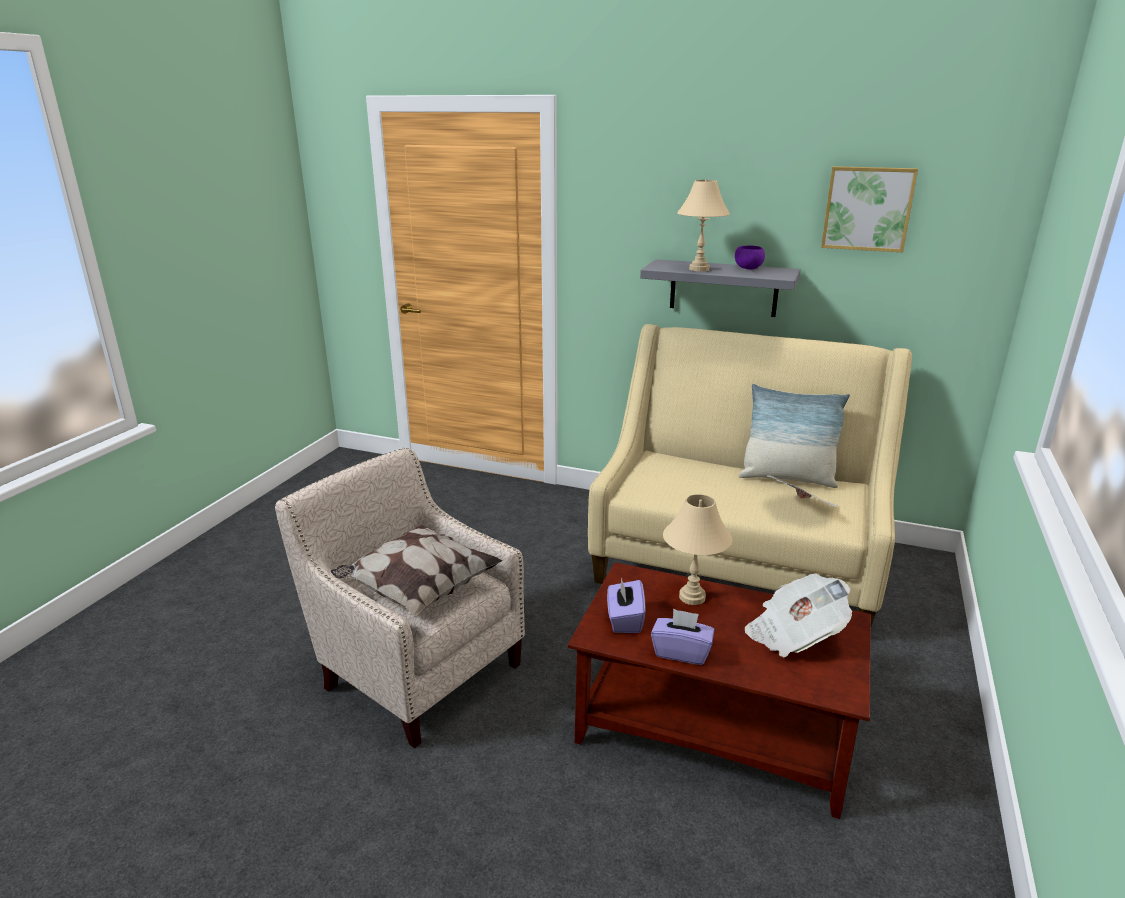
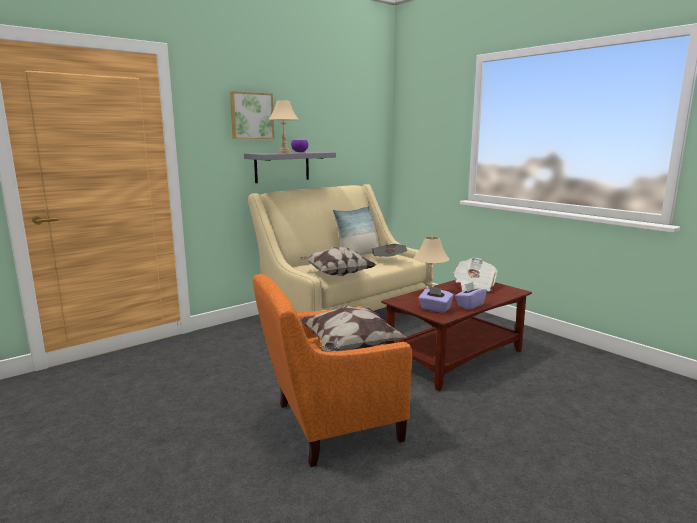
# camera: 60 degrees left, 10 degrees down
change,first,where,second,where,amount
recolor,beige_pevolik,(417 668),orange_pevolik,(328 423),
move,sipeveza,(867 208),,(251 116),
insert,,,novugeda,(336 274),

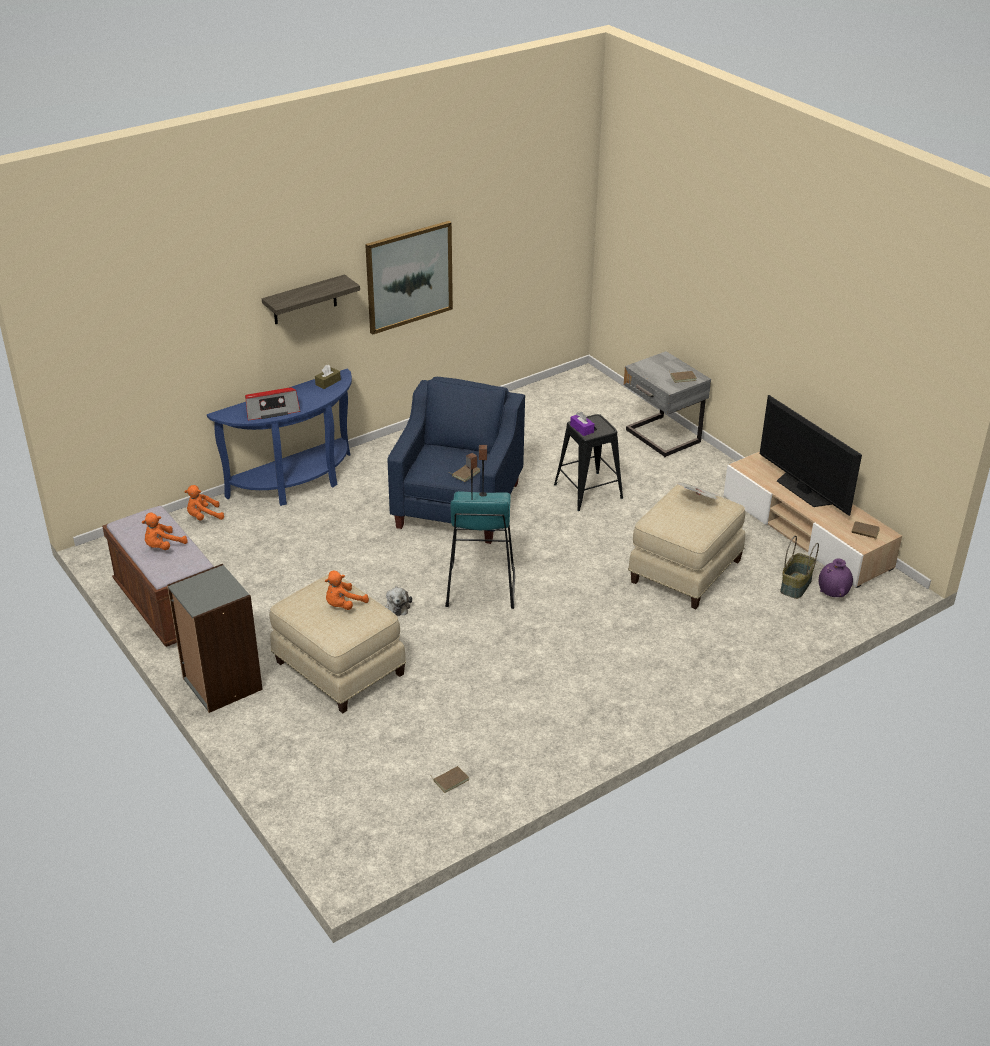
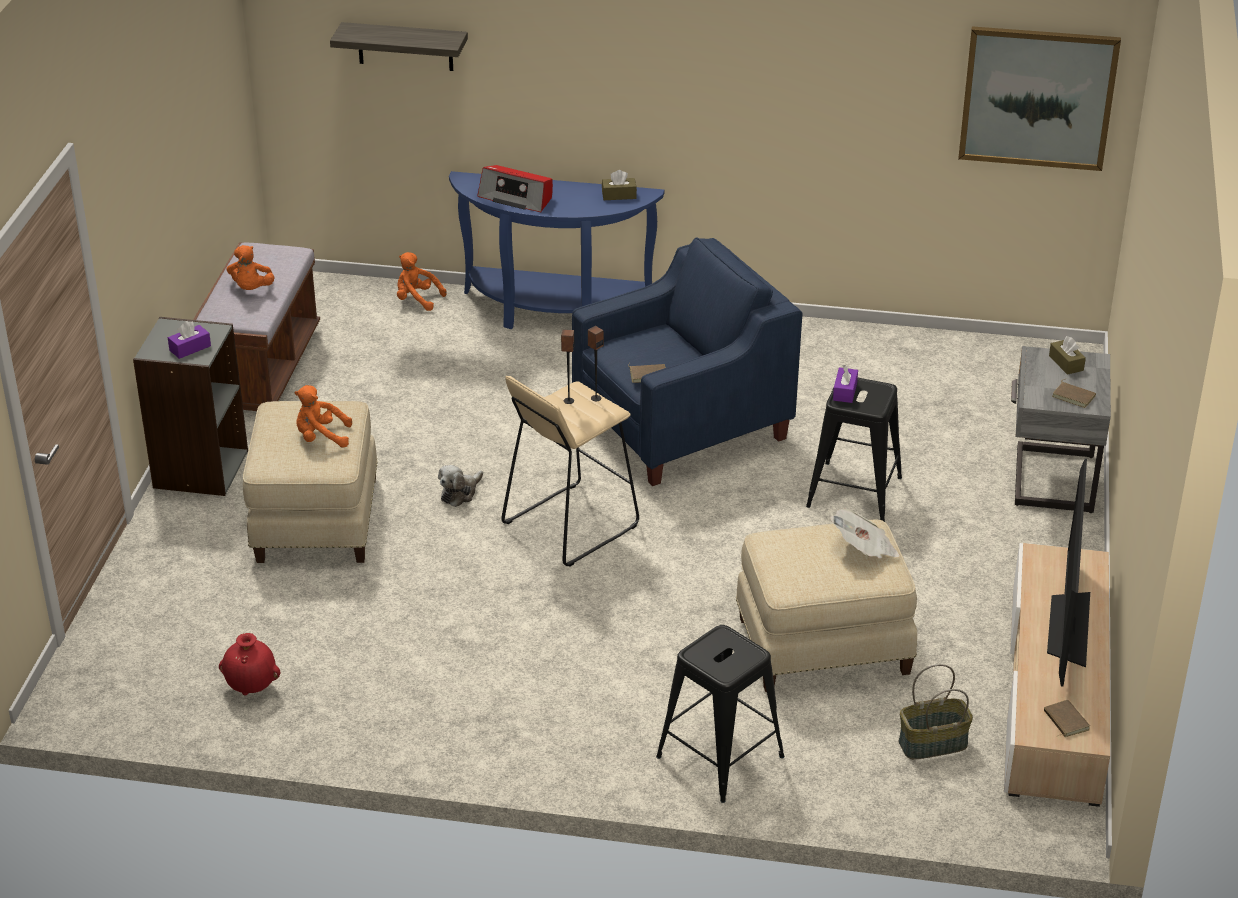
# camera: 45 degrees right, 0 degrees up
change,first,where,second,where,amount
rotate,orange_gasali,(163 546),,(251 289),90 degrees counterclockwise
move,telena,(304 300),,(405 46),
move,sipeveza,(409 277),,(1037 98),
replace,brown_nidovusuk,(450 780),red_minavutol,(252 688),
recolor,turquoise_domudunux,(480 587),beige_domudunux,(569 525),
delete,purple_minavutol,(832 594),,,
insert,,,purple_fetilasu,(190 348),
insert,,,black_domudunux,(720 756),
insert,,,brown_fetilasu,(1066 363),

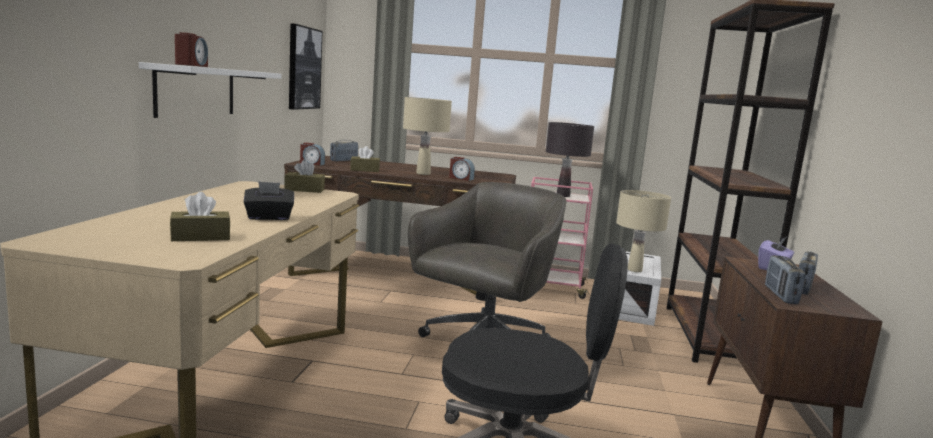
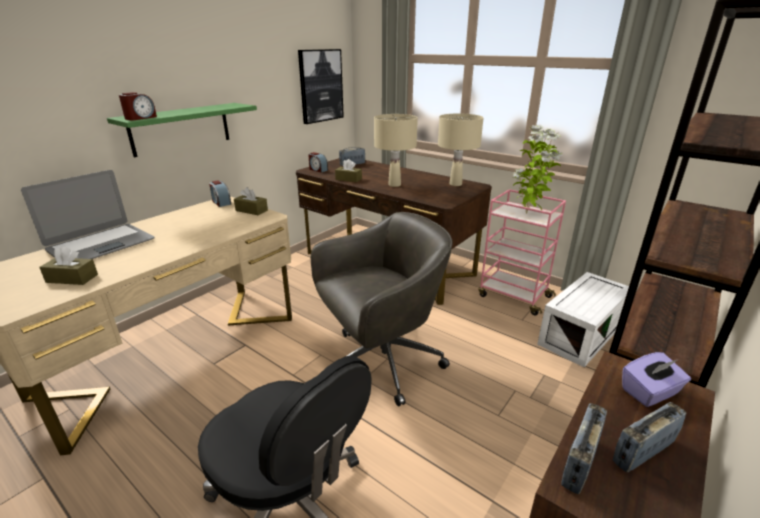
# camera: 30 degrees right, 15 degrees up
change,first,where,second,where,amount
recolor,white_telena,(196 91),green_telena,(181 128),
delete,black_fetilasu,(269 217),,,
move,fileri,(461 178),,(221 202),
replace,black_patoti,(563 195),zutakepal,(528 213),
move,beige_patoti,(634 270),,(455 184),
insert,,,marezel,(101 245),

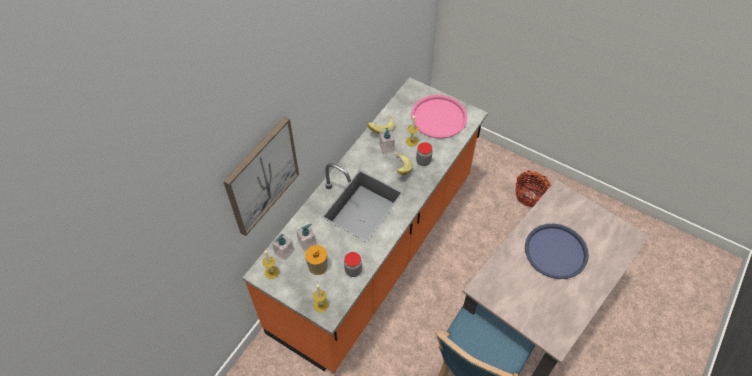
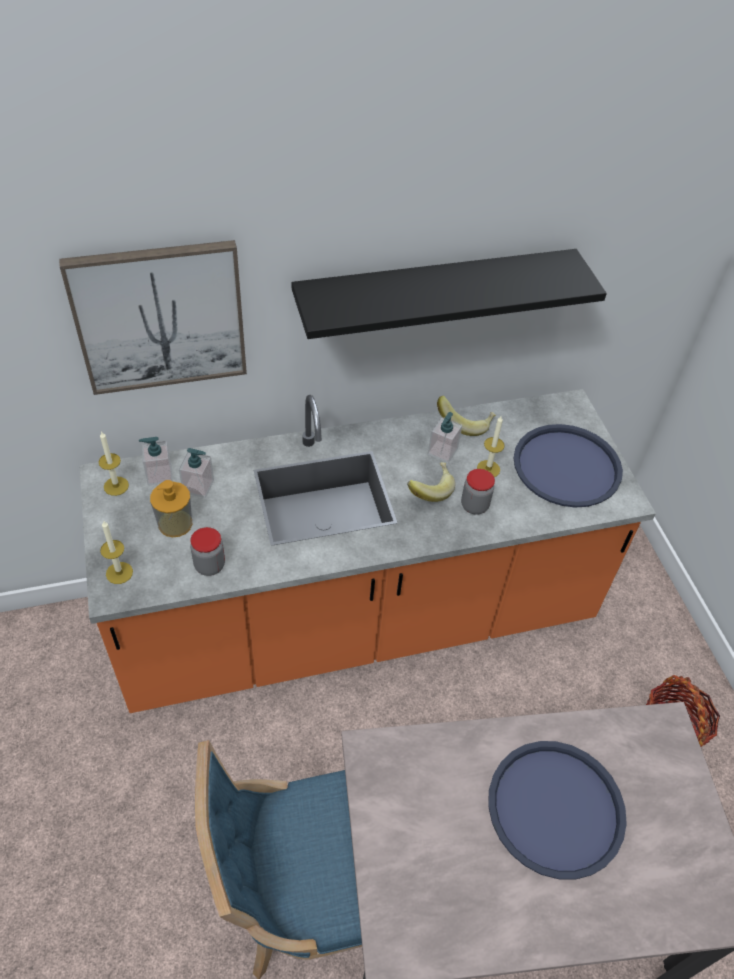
# camera: 40 degrees right, 5 degrees down
change,first,where,second,where,amount
recolor,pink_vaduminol,(439 117),blue_vaduminol,(567 467),
insert,,,black_telena,(434 293),

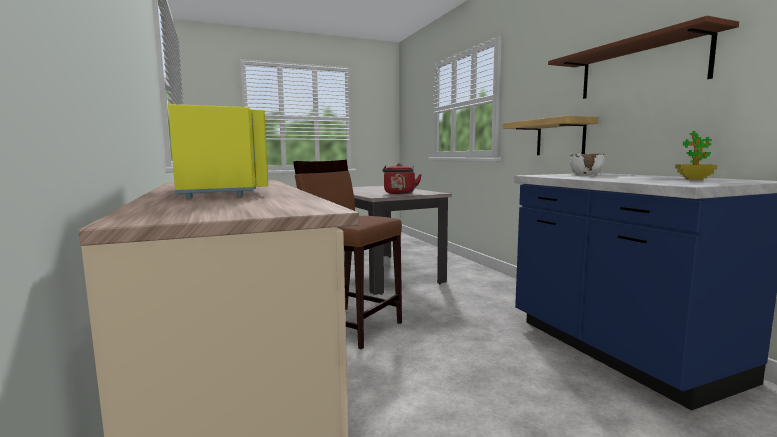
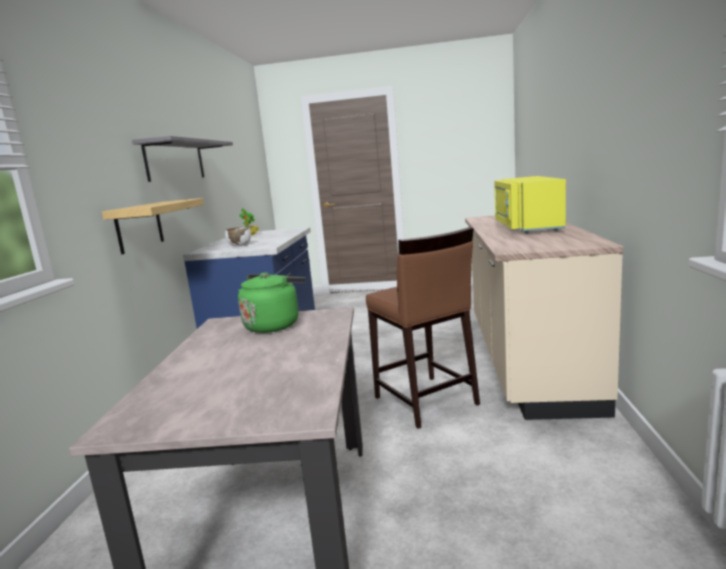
# camera: 150 degrees left, 5 degrees up
change,first,where,second,where,amount
recolor,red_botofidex,(399 193),green_botofidex,(274 325),
recolor,brown_telena,(640 68),grey_telena,(175 161),

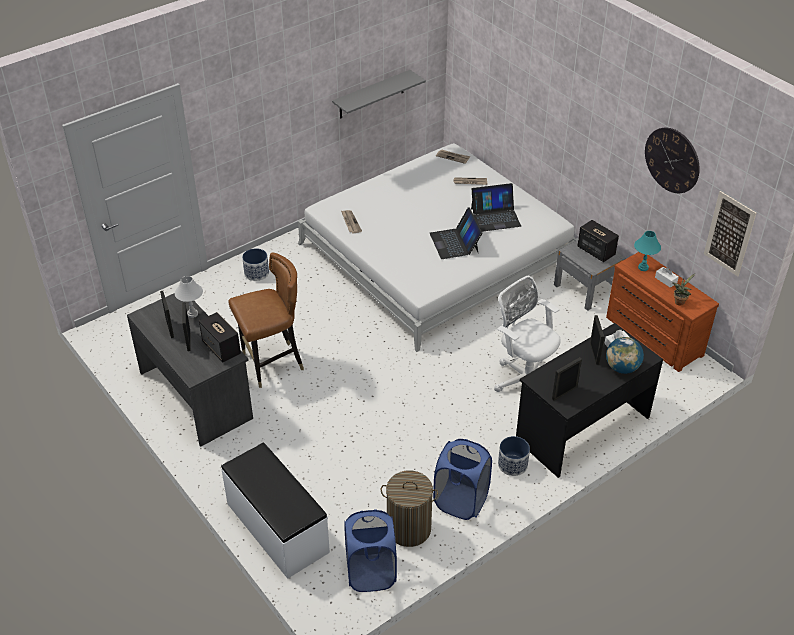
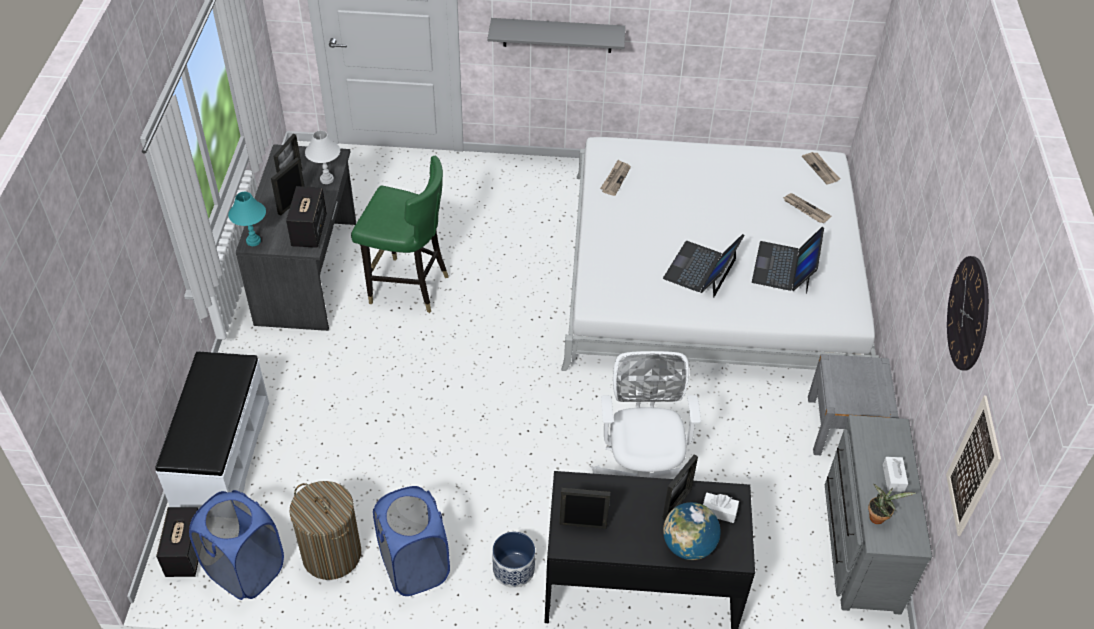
# camera: 40 degrees right, 5 degrees up
change,first,where,second,where,amount
recolor,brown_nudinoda,(272 364),green_nudinoda,(408 287),
delete,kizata,(256 273),,,
move,grey_telena,(371 95),,(557 35),
rotate,marezel,(495 217),,(784 267),75 degrees clockwise
move,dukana,(595 251),,(185 552),
recolor,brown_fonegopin,(652 337),grey_fonegopin,(858 543),
move,turquoise_patoti,(643 267),,(253 241),

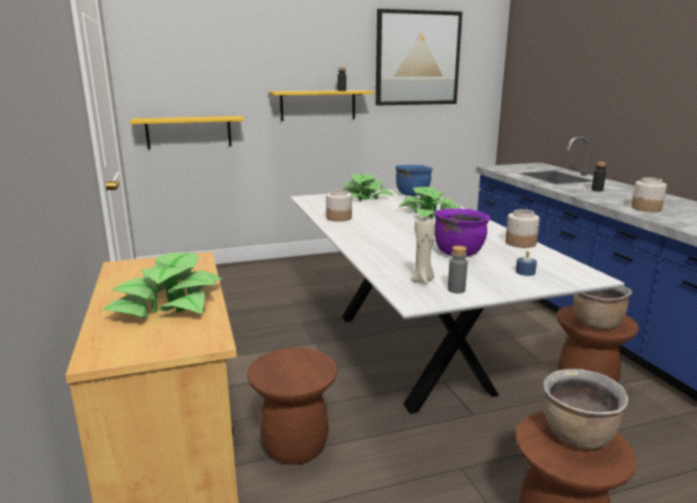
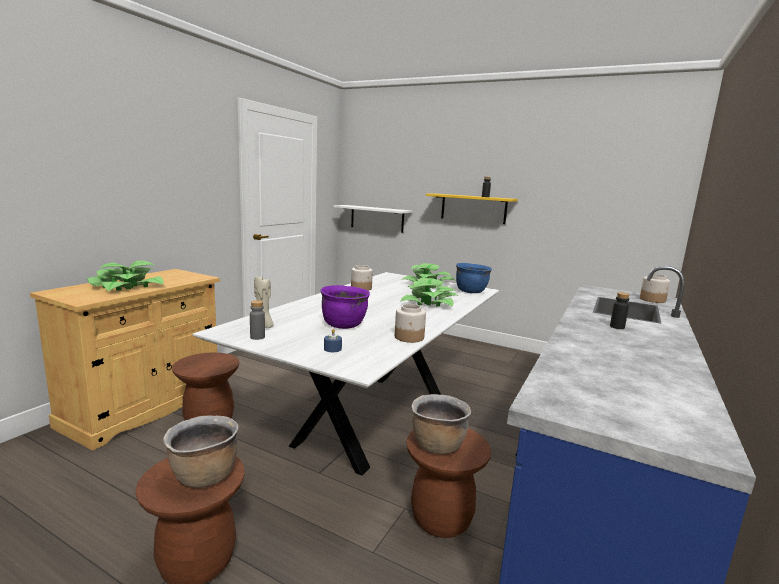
# camera: 45 degrees right, 5 degrees down
change,first,where,second,where,amount
recolor,yellow_telena,(189 132),white_telena,(377 218),
delete,sipeveza,(417 58),,,
move,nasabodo,(646 208),,(652 300),

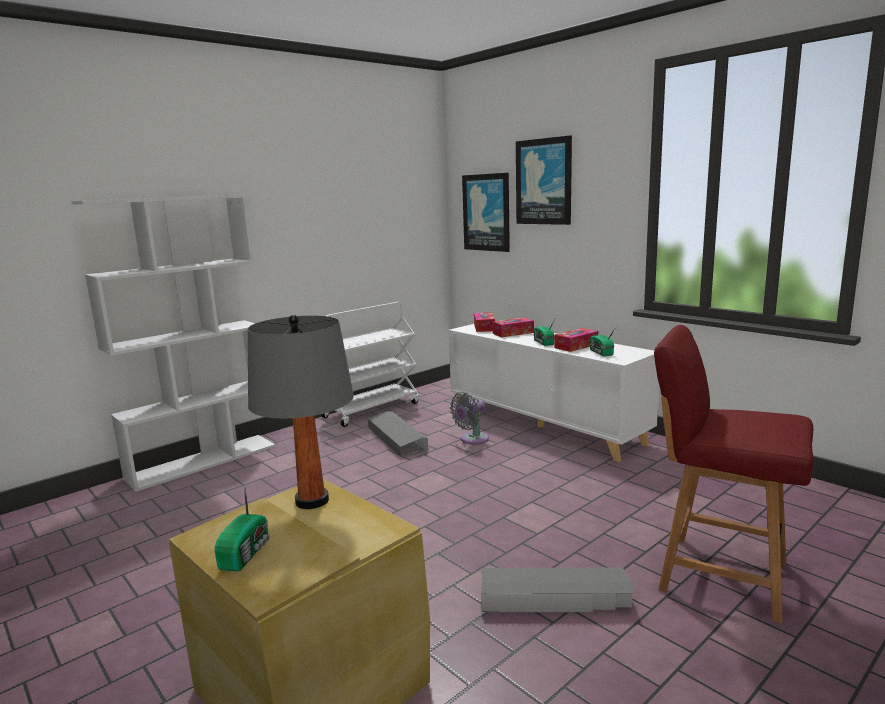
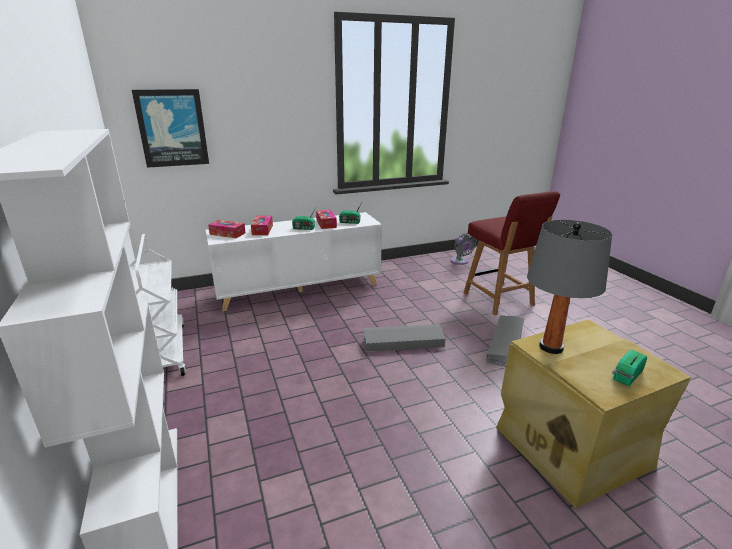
# camera: 70 degrees left, 10 degrees up
change,first,where,second,where,amount
rotate,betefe,(247 553),,(626 375),75 degrees counterclockwise
move,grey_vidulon,(396 439),,(402 342),
move,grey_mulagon,(472 439),,(460 262),
delete,sipeveza,(544 182),,,
rotate,red_nudinoda,(719 574),,(499 300),75 degrees counterclockwise

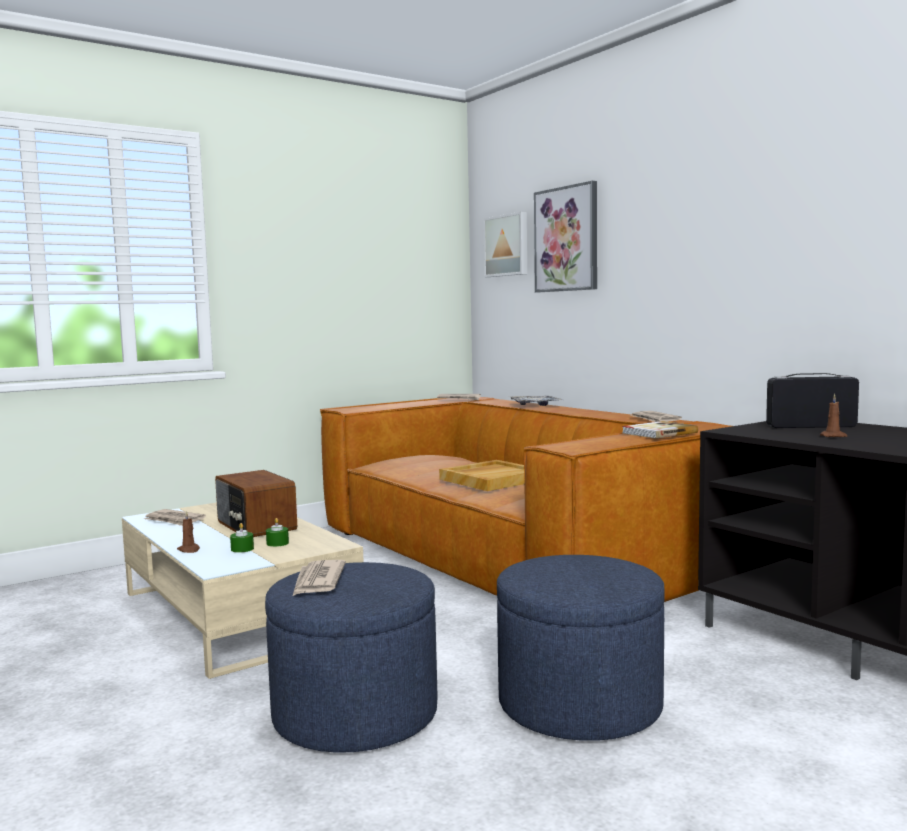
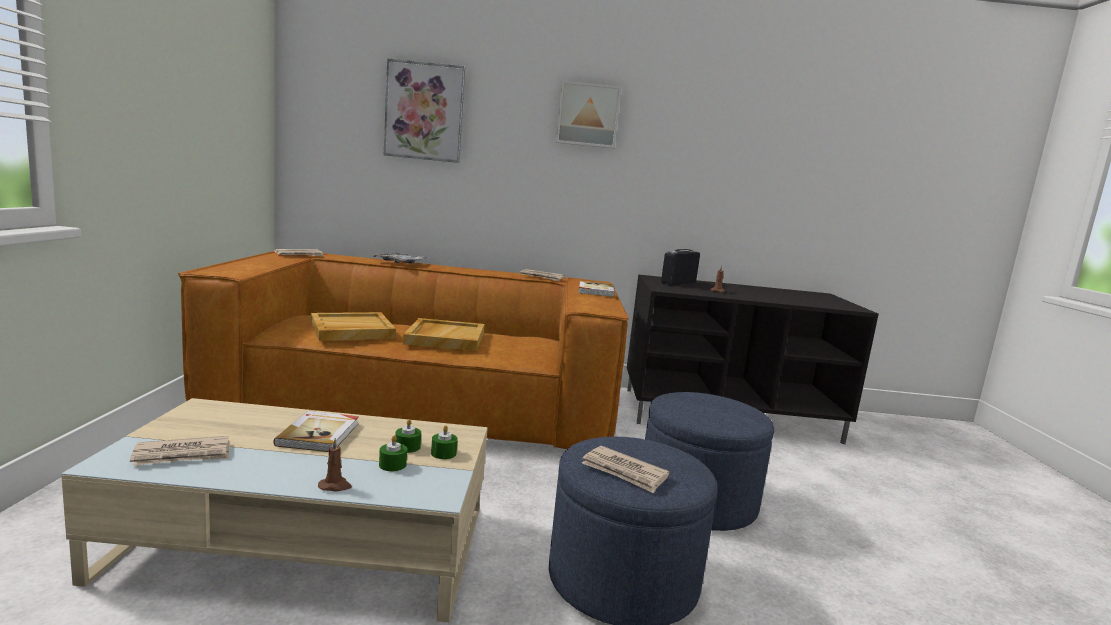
# camera: 55 degrees left, 5 degrees up
change,first,where,second,where,amount
replace,betefe,(255 526),nidovusuk,(320 434),
move,sipeveza,(507 245),,(588 115),
insert,,,beige_vaduminol,(351 330),
insert,,,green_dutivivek,(443 453),

